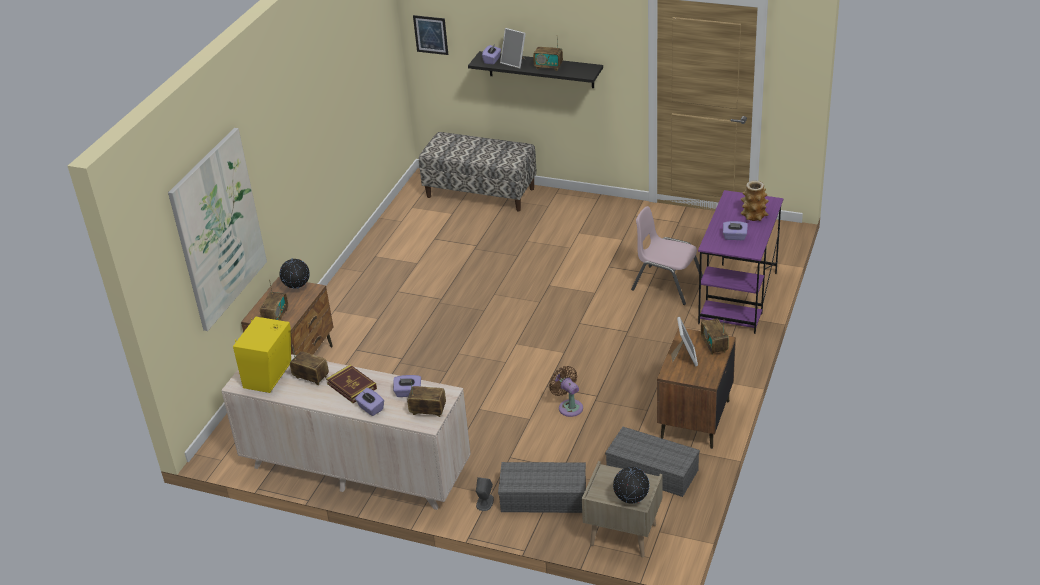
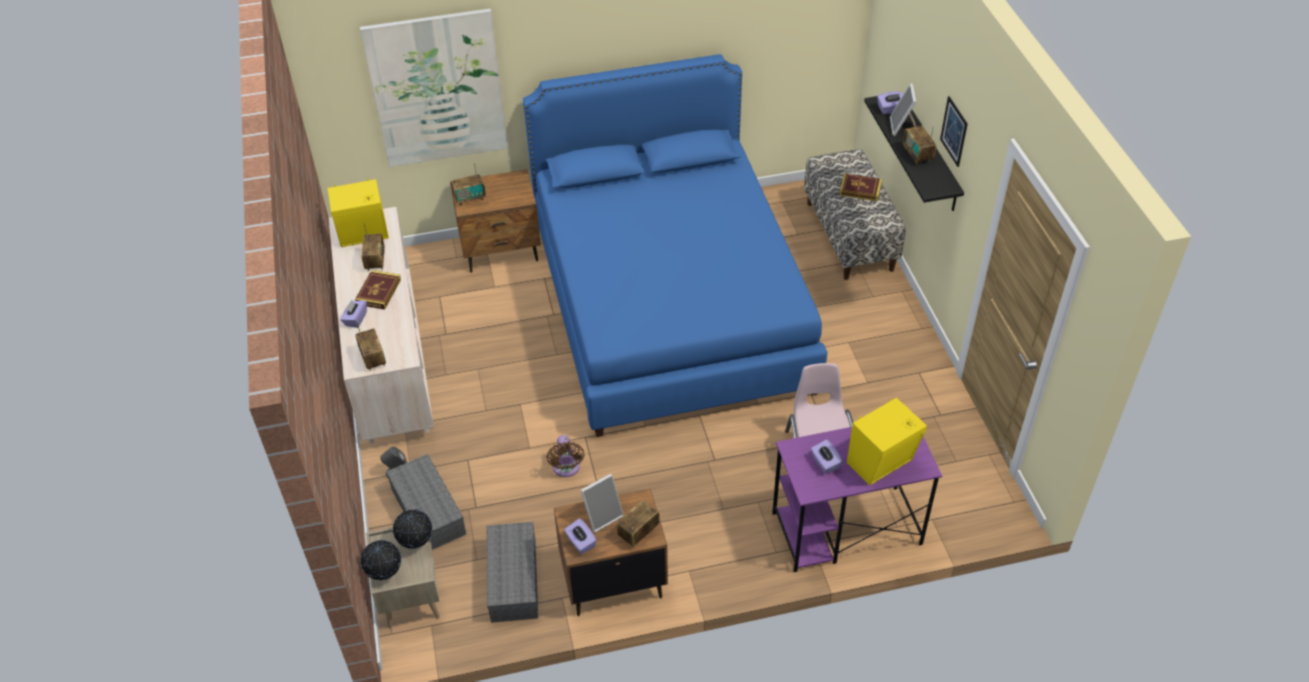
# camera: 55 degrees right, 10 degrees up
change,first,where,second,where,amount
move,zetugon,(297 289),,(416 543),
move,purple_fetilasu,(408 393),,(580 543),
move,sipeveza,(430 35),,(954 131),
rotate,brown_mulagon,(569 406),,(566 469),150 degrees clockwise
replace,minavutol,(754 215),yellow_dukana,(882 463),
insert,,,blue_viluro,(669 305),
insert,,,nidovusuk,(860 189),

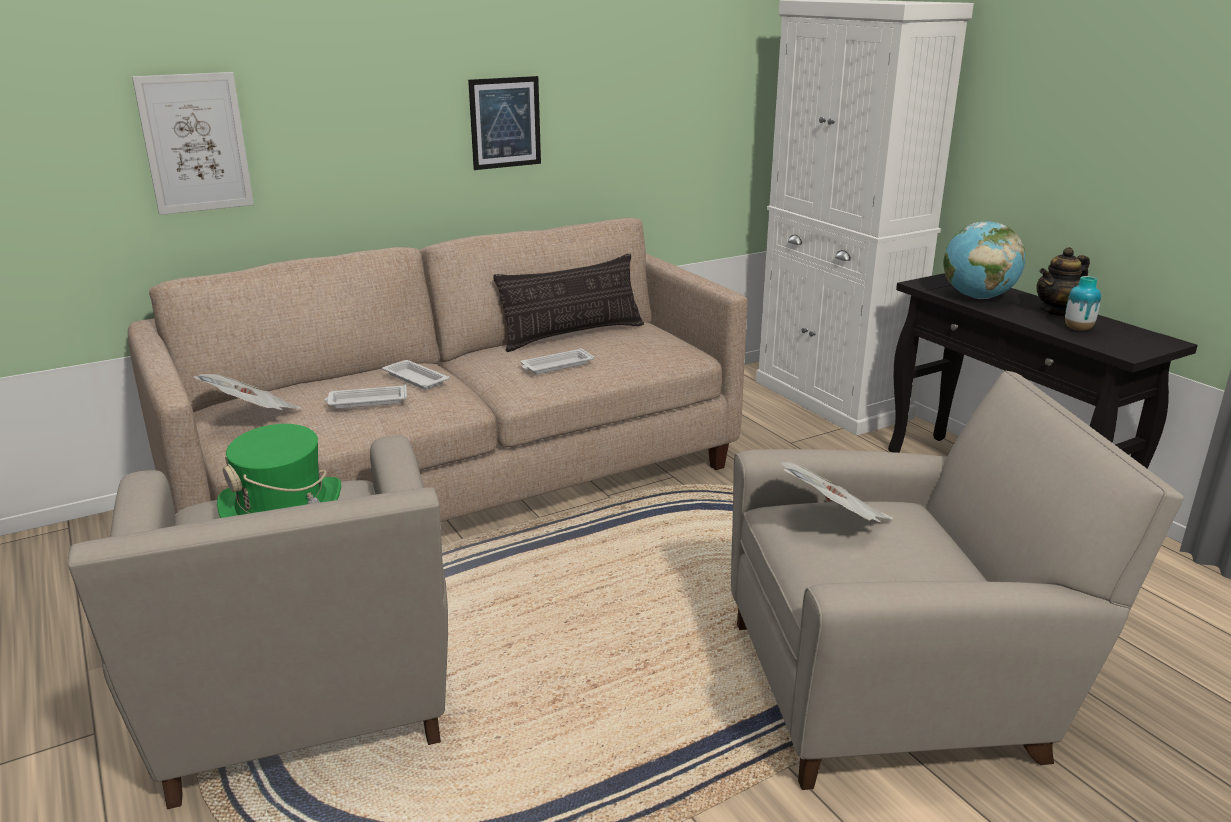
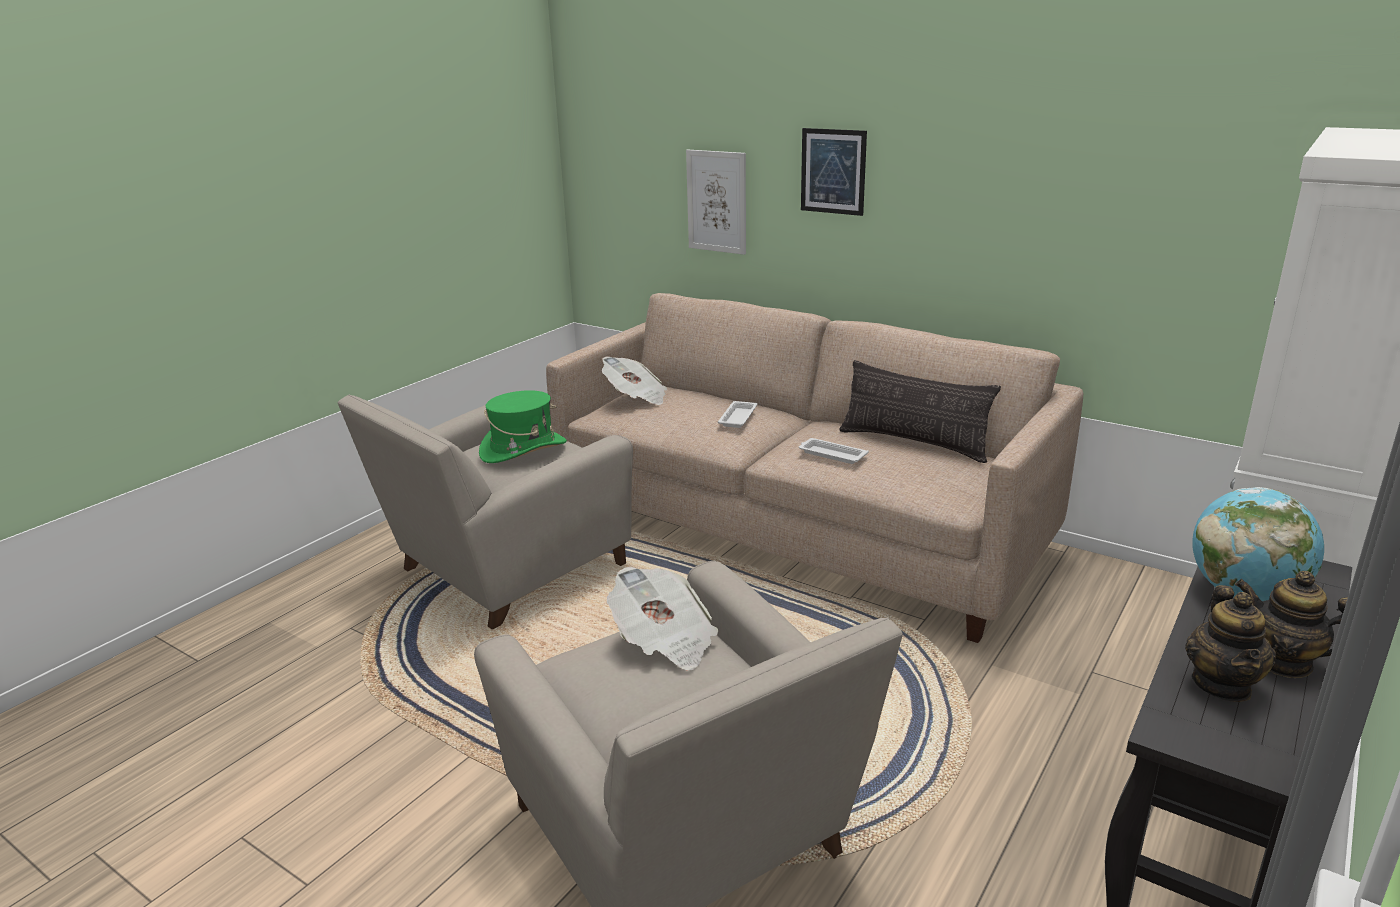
# camera: 65 degrees right, 0 degrees up
change,first,where,second,where,amount
delete,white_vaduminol,(366 401),,,
move,sipeveza,(505 122),,(833 171),
replace,minavutol,(1078 329),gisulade,(1222 685),

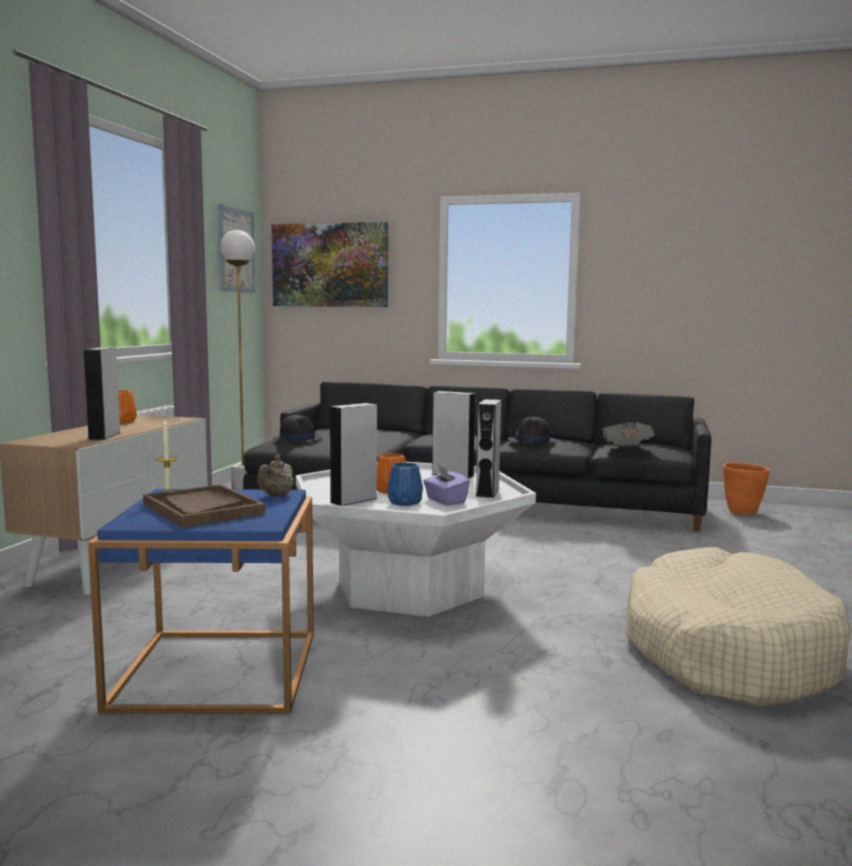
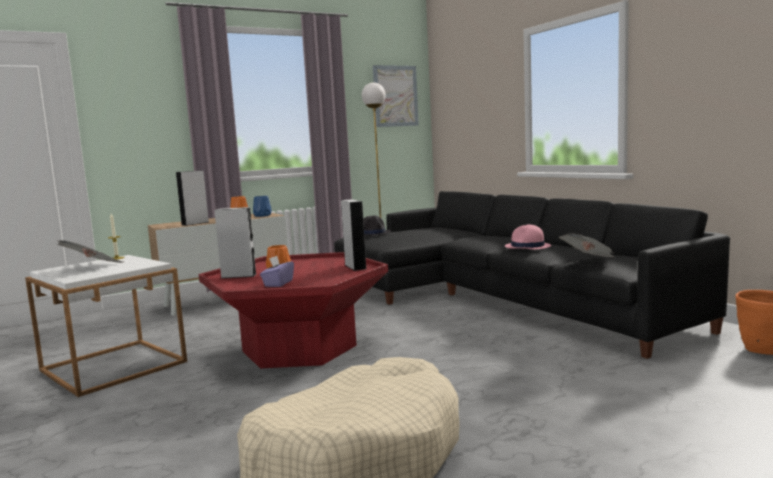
# camera: 45 degrees right, 0 degrees up
change,first,where,second,where,amount
recolor,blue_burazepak,(217 670),white_burazepak,(113 366),
replace,brown_vaduminol,(202 509),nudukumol,(93 267),
delete,beige_gisulade,(276 496),,,
delete,sipeveza,(330 265),,,
recolor,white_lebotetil,(410 588),red_lebotetil,(300 348),
move,blue_minavutol,(405 502),,(263 215),
delete,grey_dukana,(487 492),,,
recolor,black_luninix,(532 441),pink_luninix,(527 247),

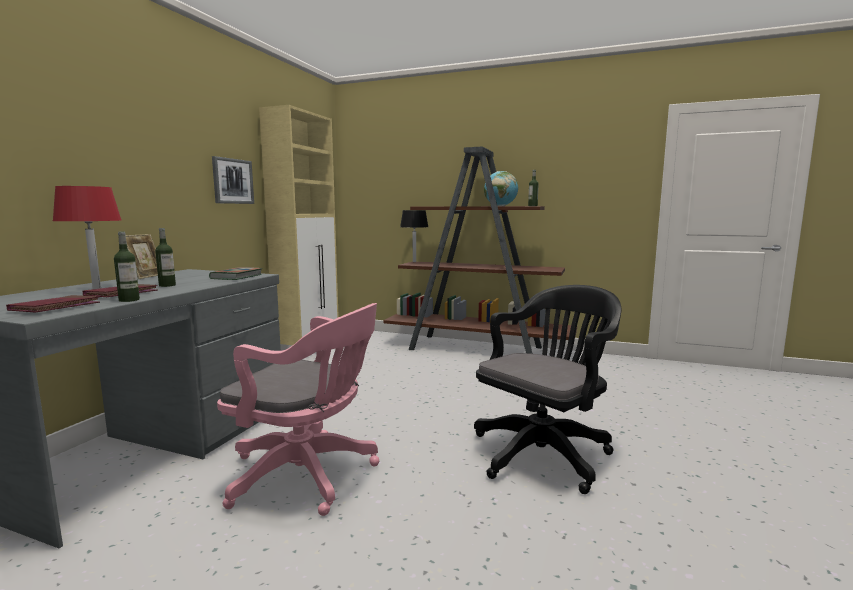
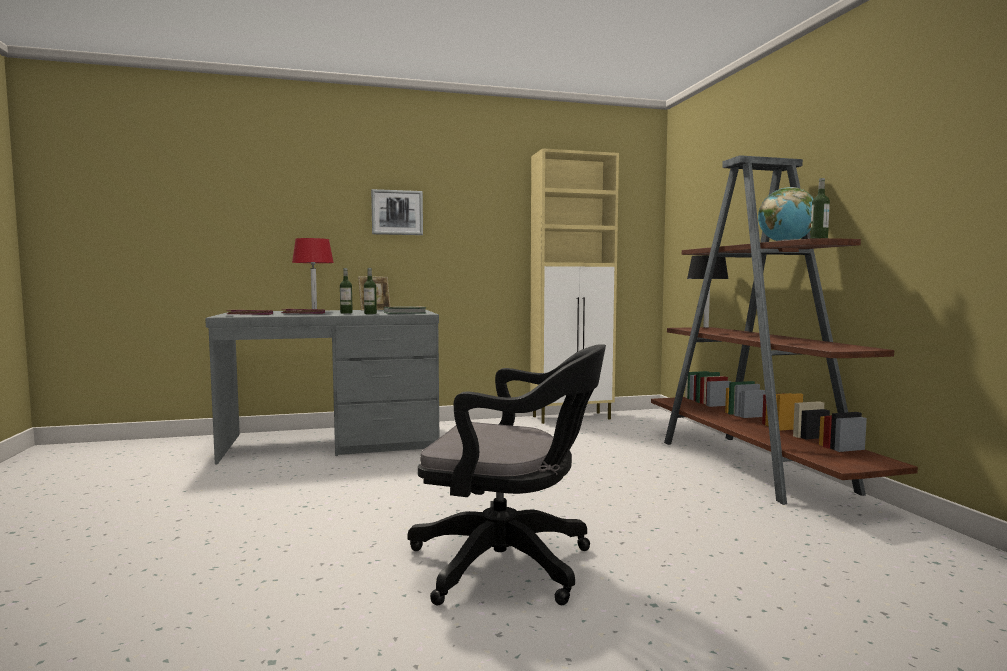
# camera: 55 degrees right, 5 degrees down
change,first,where,second,where,amount
move,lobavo,(129 300),,(370 313),
move,sipeveza,(232 181),,(397 212),
delete,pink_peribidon,(308 475),,,

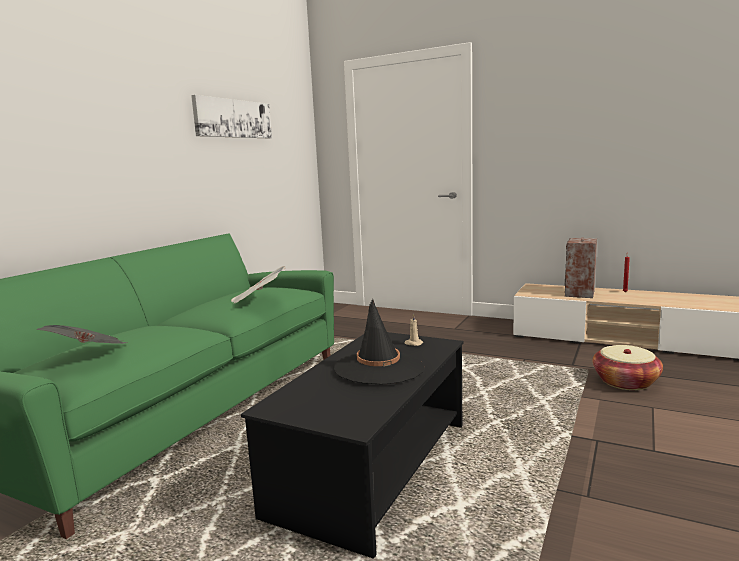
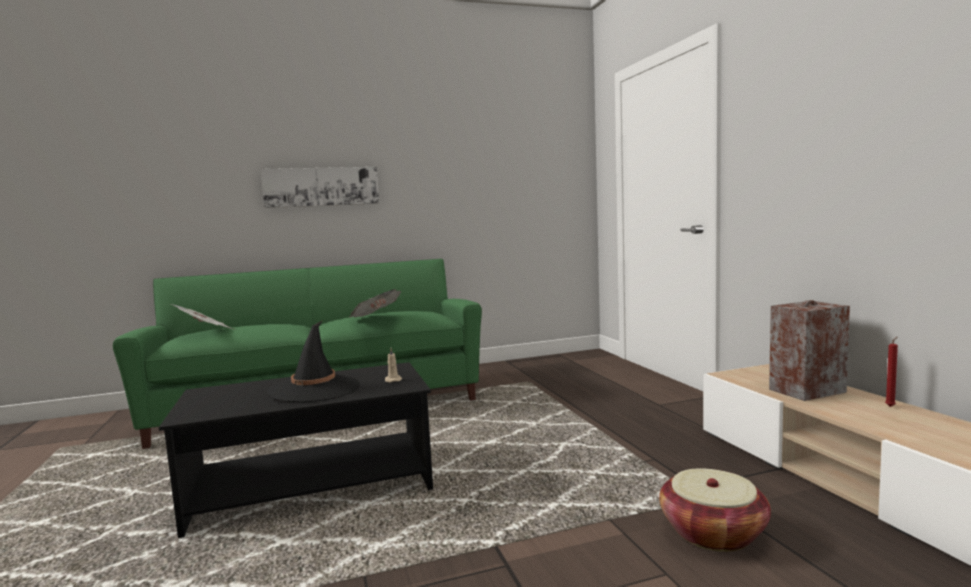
# camera: 45 degrees right, 5 degrees down
change,first,where,second,where,amount
move,sipeveza,(233 118),,(321 187),

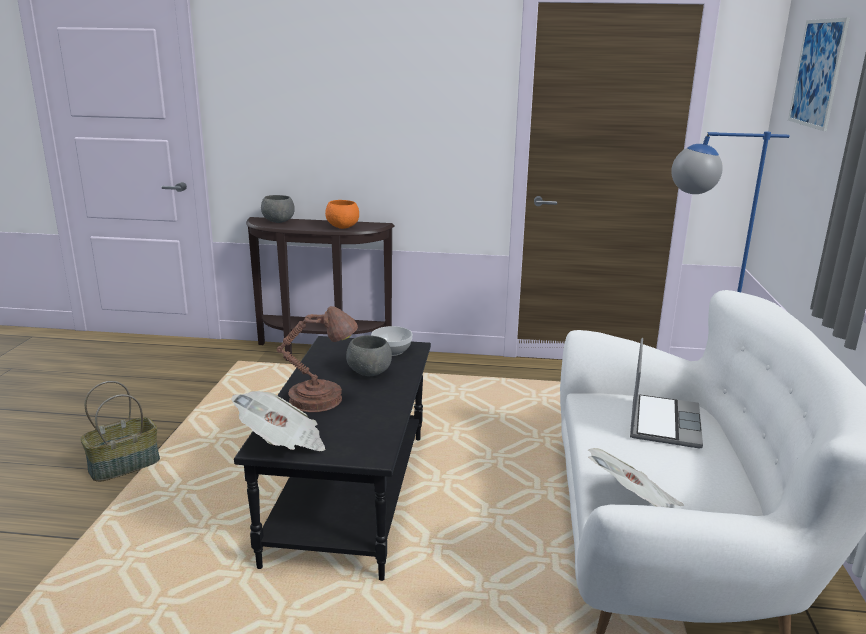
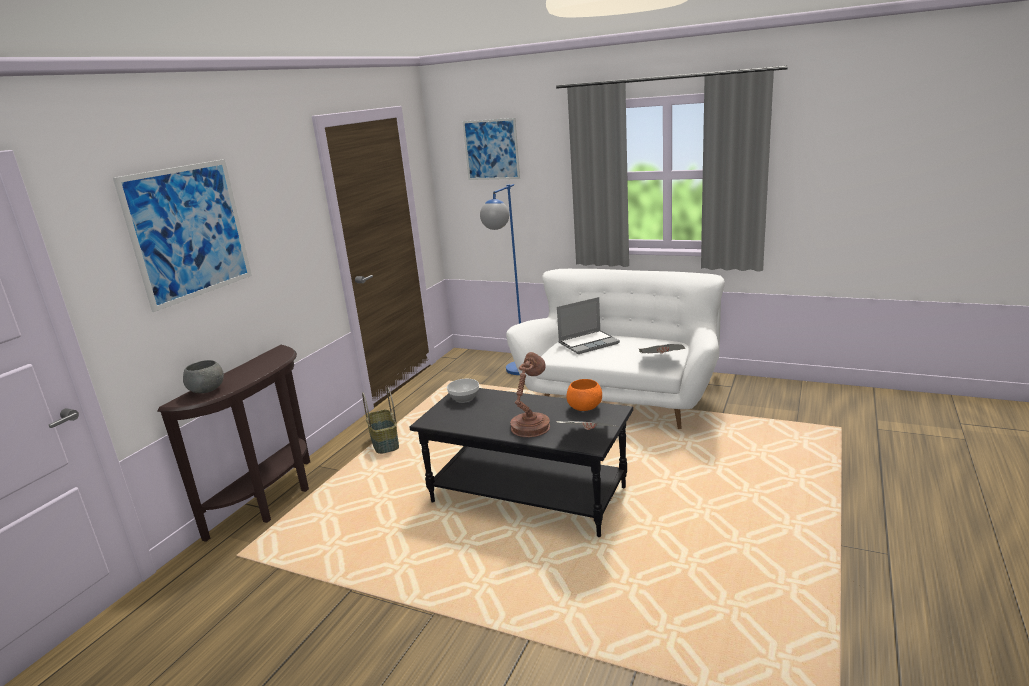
# camera: 70 degrees left, 0 degrees up
change,first,where,second,where,amount
move,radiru,(125 465),,(384 443),
move,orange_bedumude,(342 227),,(585 408),
delete,grey_bedumude,(369 373),,,
rotate,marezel,(663 422),,(589 343),120 degrees clockwise
insert,,,sipeveza,(189 232),

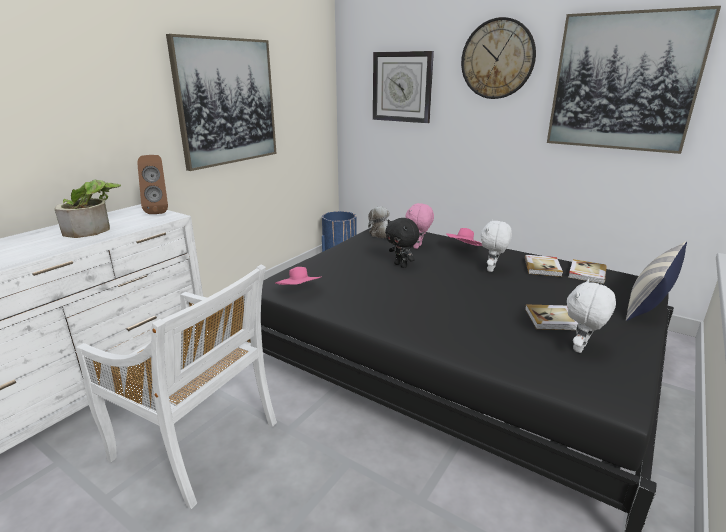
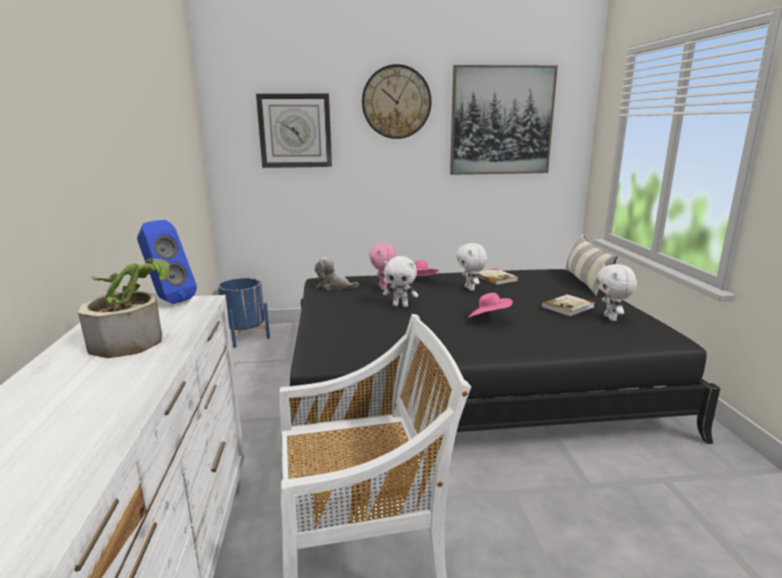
# camera: 40 degrees left, 5 degrees down
change,first,where,second,where,amount
recolor,brown_dukana,(159 211),blue_dukana,(168 300),
delete,sipeveza,(227 102),,,
move,pink_luninix,(300 292),,(489 318),
recolor,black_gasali,(401 265),white_gasali,(400 305),
delete,nidovusuk,(586 273),,,

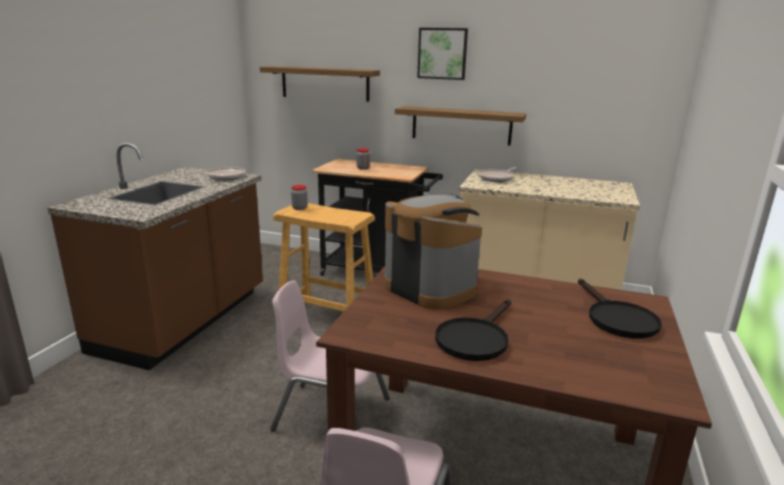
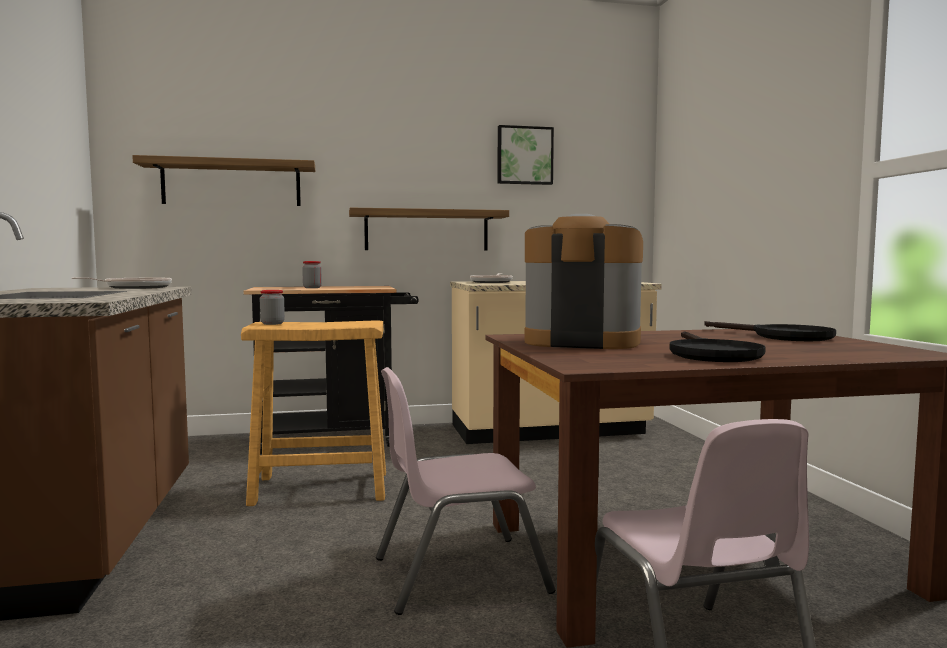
# camera: 30 degrees left, 15 degrees down
change,first,where,second,where,amount
move,sipeveza,(442 53),,(524 155),

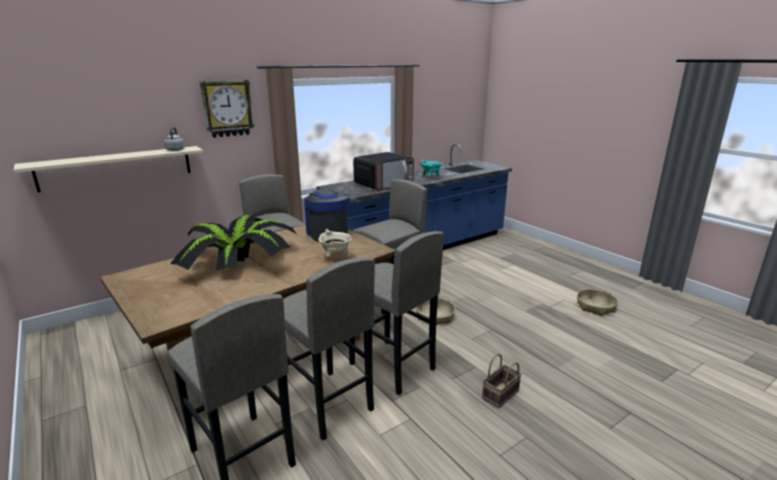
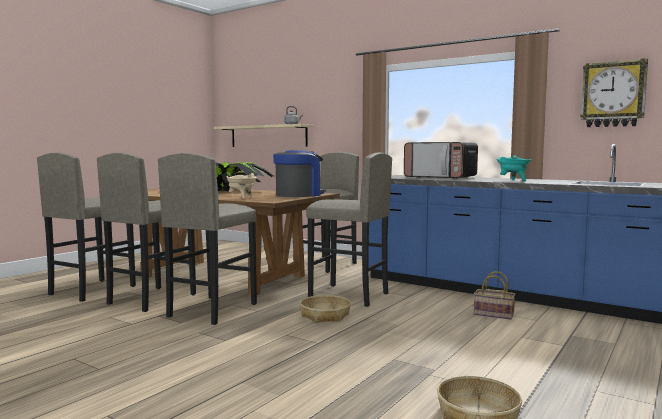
# camera: 70 degrees right, 15 degrees down
change,first,where,second,where,amount
move,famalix,(227 108),,(613 94),
move,radiru,(500 395),,(492 314),

